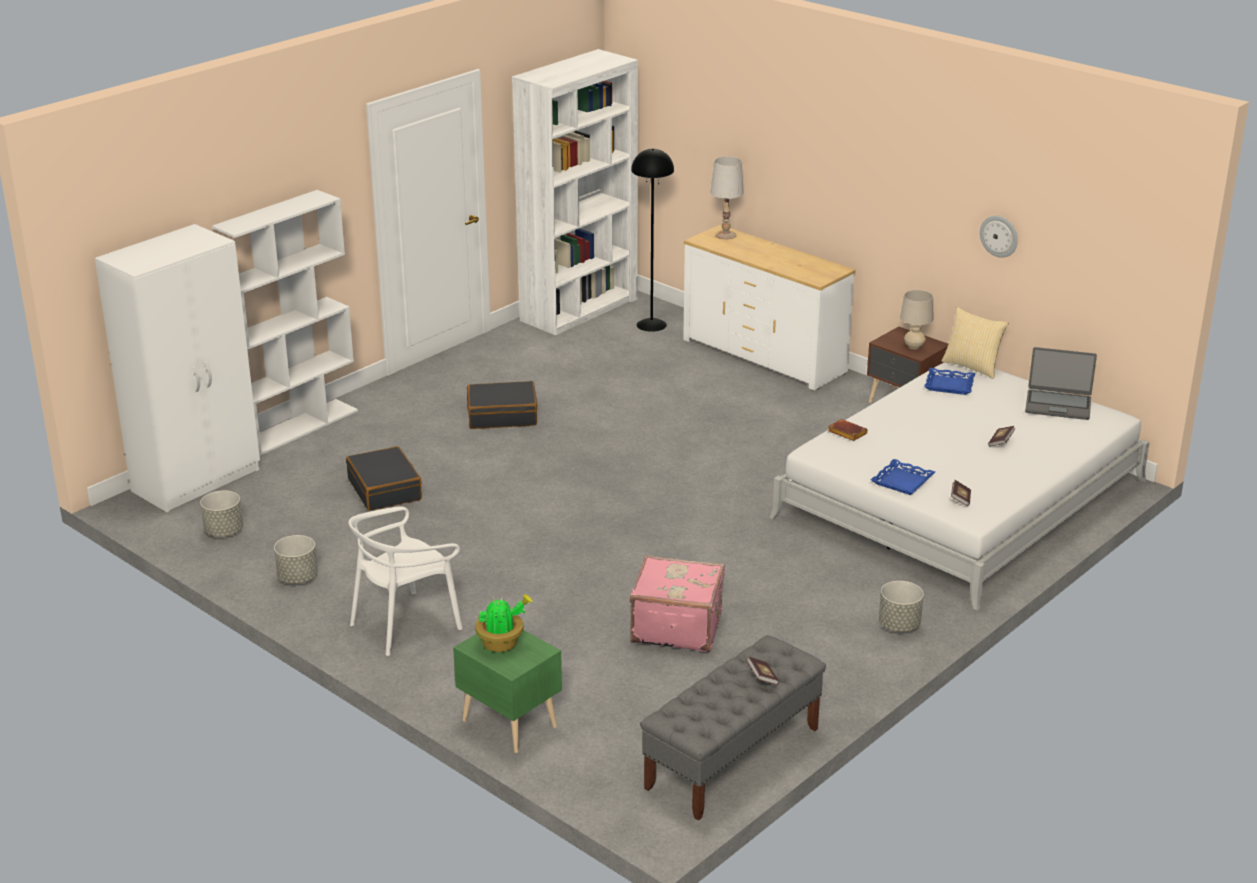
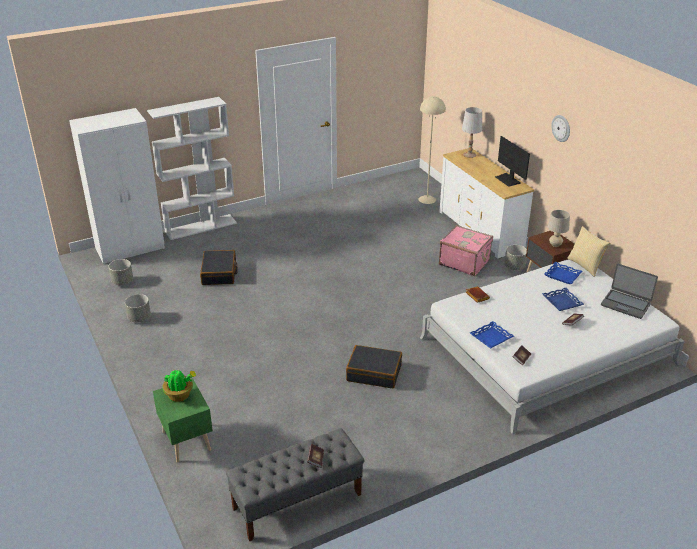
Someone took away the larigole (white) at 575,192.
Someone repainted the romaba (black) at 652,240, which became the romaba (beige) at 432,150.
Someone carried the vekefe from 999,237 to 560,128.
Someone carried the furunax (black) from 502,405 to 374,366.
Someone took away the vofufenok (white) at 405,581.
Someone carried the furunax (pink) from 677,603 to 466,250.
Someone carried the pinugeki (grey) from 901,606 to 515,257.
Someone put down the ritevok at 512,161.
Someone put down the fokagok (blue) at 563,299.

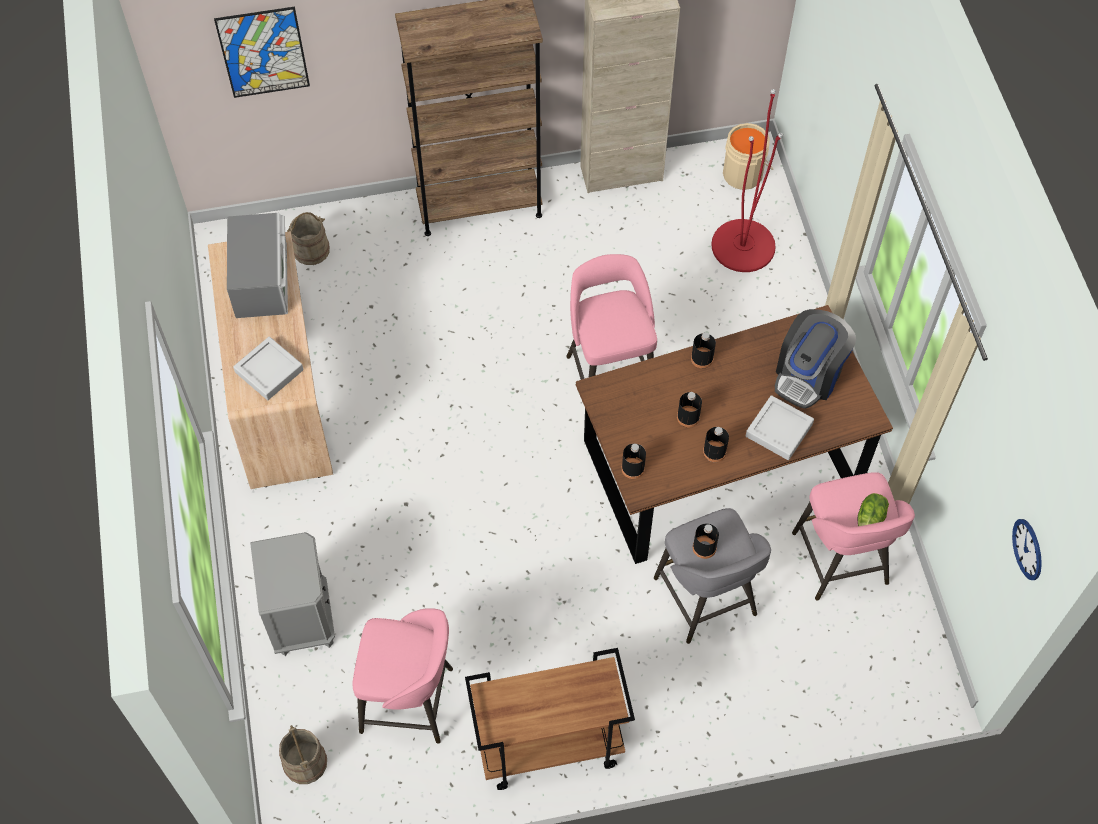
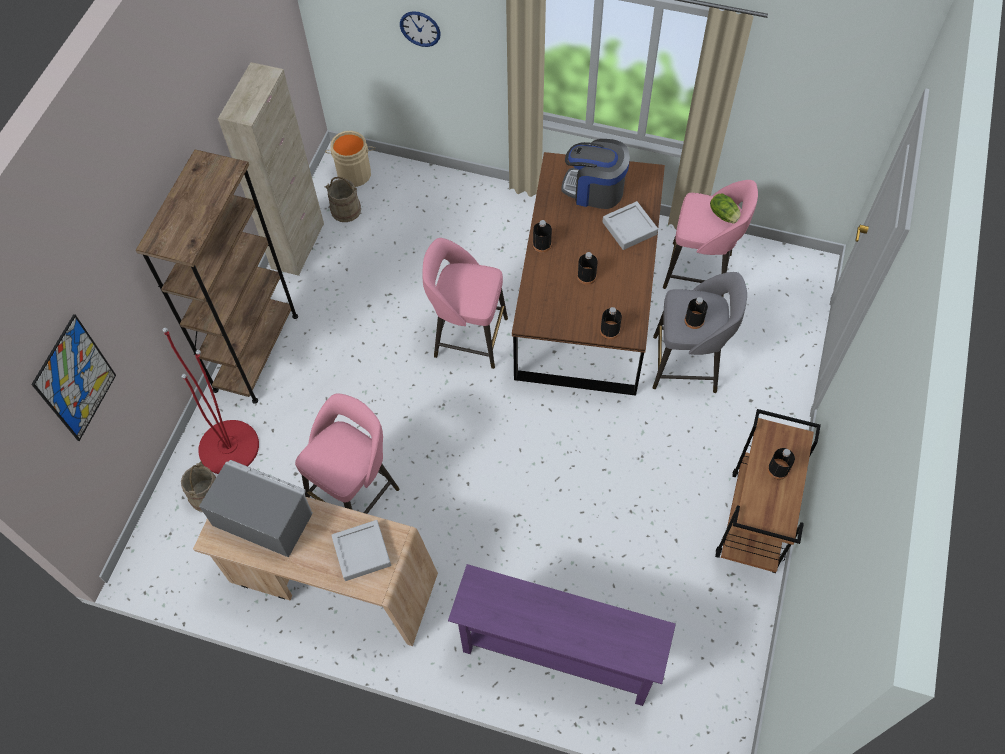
Someone carried the romaba (red) from 747,180 to 211,400.
Someone rotated the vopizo at 815,359 by 135 degrees clockwise.
Someone carried the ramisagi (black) from 716,444 to 781,464.
Someone carried the vekefe from 1027,549 to 420,29.
Someone swapped the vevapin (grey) at 292,594 for the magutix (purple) at 562,635.
Someone carried the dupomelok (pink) from 403,675 to 347,454.
Someone carried the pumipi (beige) from 303,754 to 343,199.

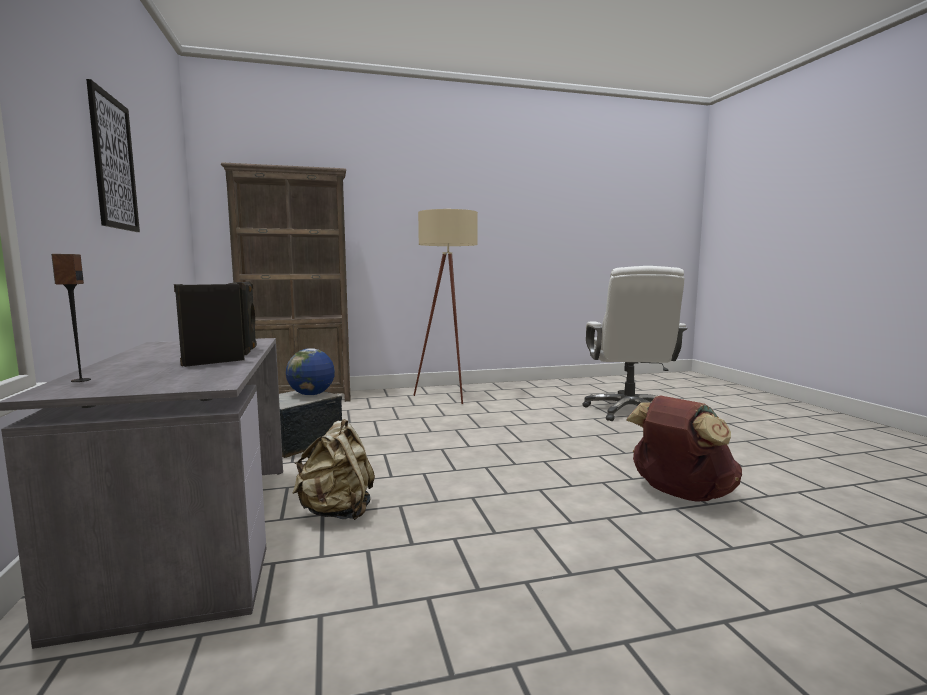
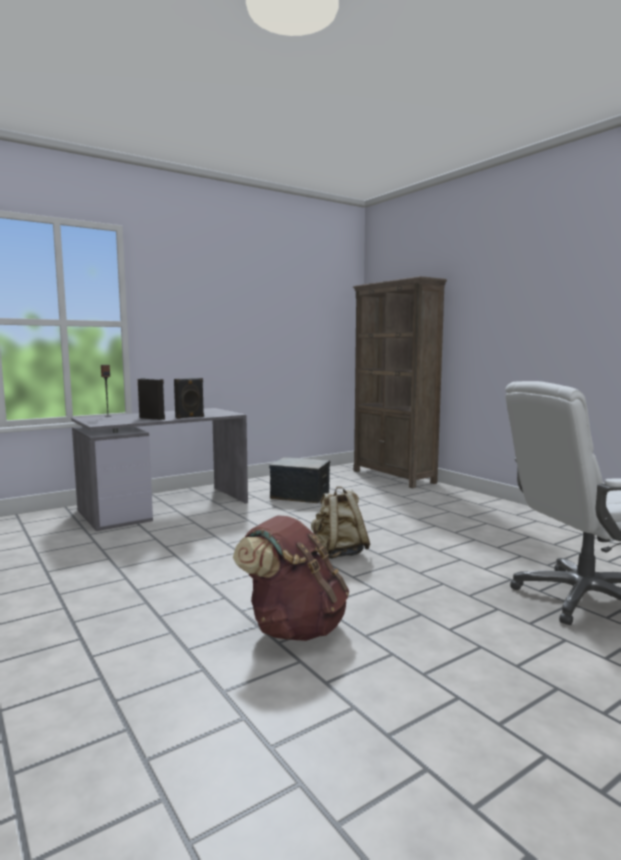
Someone took away the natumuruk at 113,155.
Someone took away the romaba (beige) at 445,306.
Someone took away the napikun at 310,372.
Someone carried the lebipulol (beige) from 333,469 to 341,522.

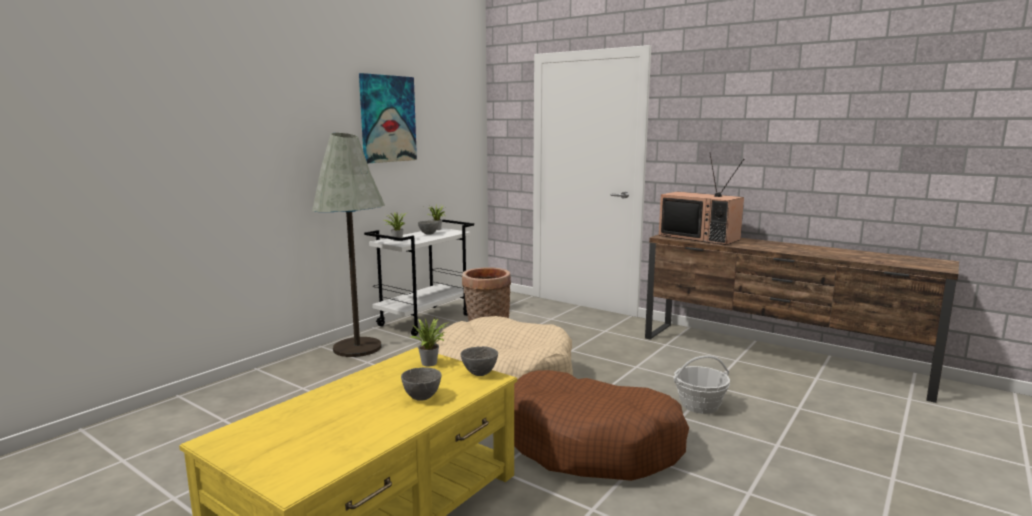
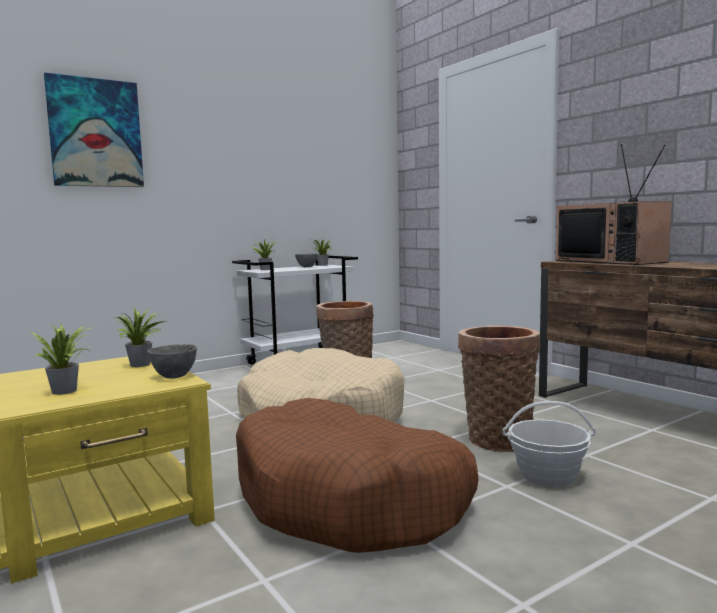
Someone carried the natumuruk from 388,118 to 94,129.
Someone took away the romaba (grey) at 348,245.
Someone swapped the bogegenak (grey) at 421,384 for the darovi at 60,359.
Someone put down the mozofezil at 499,389.

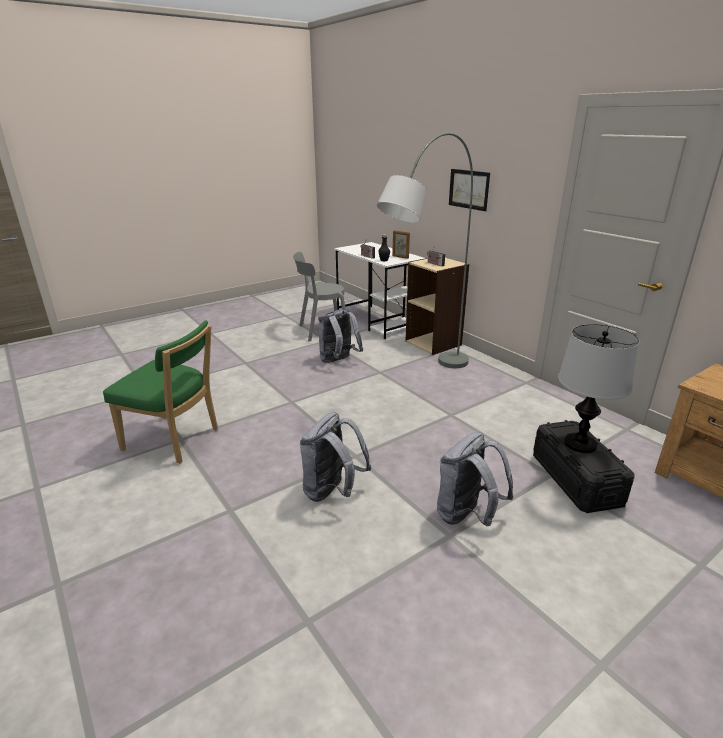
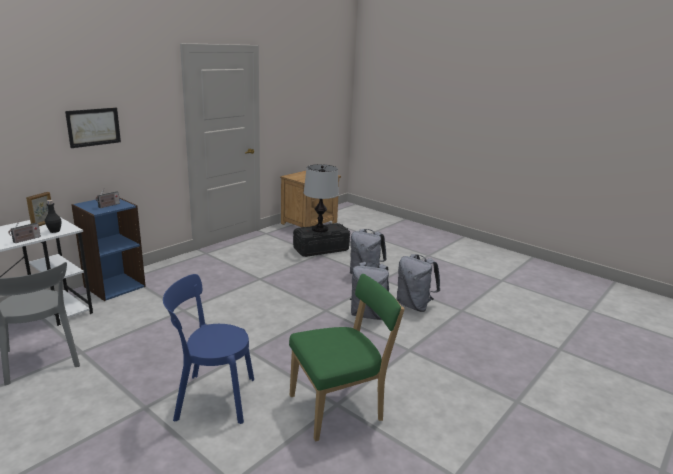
Someone took away the romaba (grey) at 425,250.
Someone repainted the larigole (beige) at 437,306, which became the larigole (blue) at 108,249.
Someone carried the lebipulol (grey) from 340,336 to 418,283.
Someone rotated the vofufenok (green) at 160,392 by 60 degrees clockwise.
Someone put down the vofufenok (blue) at 208,349.

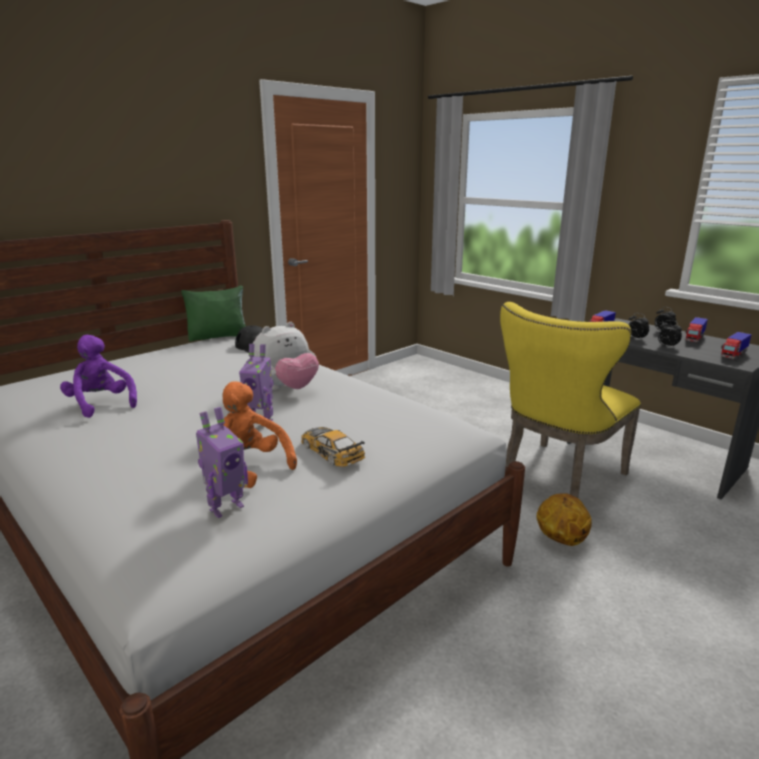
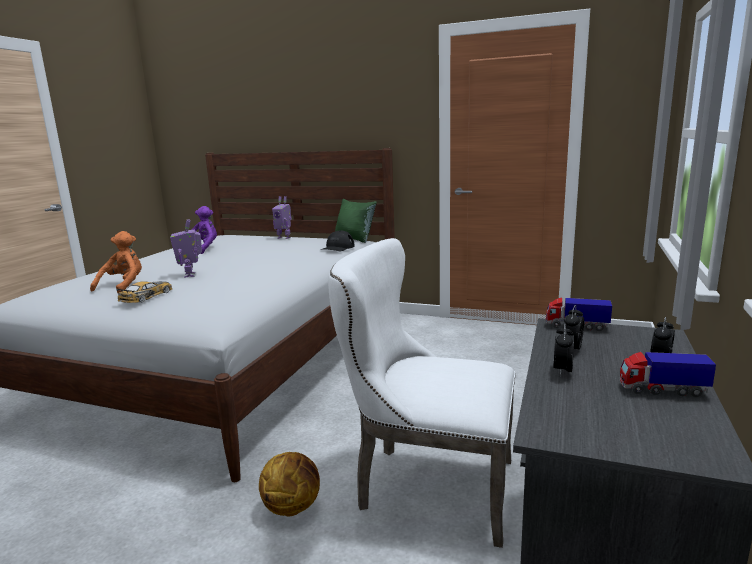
Someone repainted the vofufenok (yellow) at 570,400, which became the vofufenok (white) at 421,393.
Someone took away the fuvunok at 286,356.
Someone took away the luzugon at 736,346.
Someone carried the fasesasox from 222,462 to 282,217.

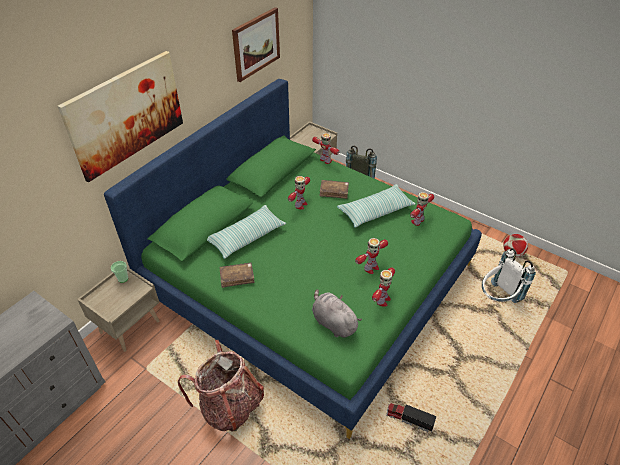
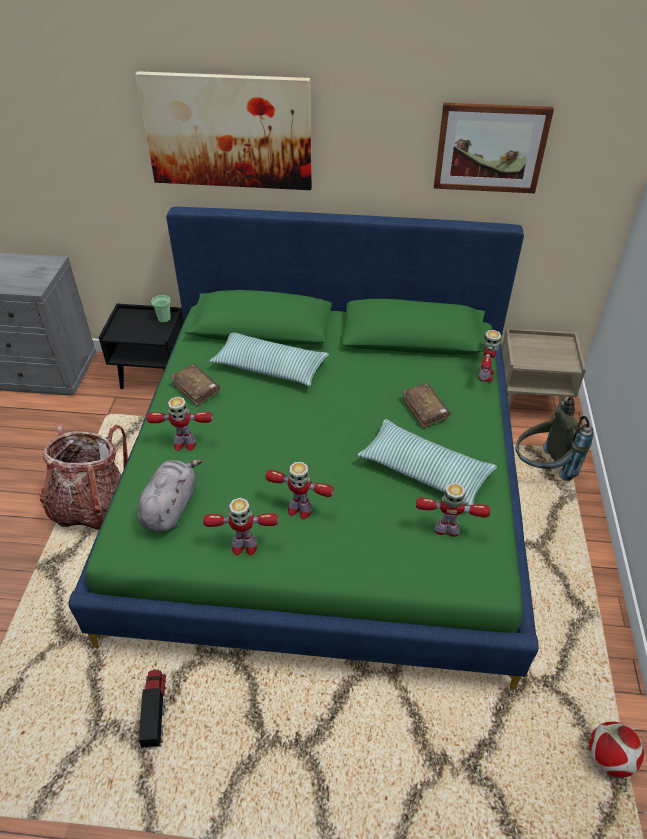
Someone carried the fasesasox from 299,192 to 179,424.
Someone took away the lebipulol (white) at 509,275.
Someone repainted the vevapin (beige) at 118,309, which became the vevapin (black) at 141,346.

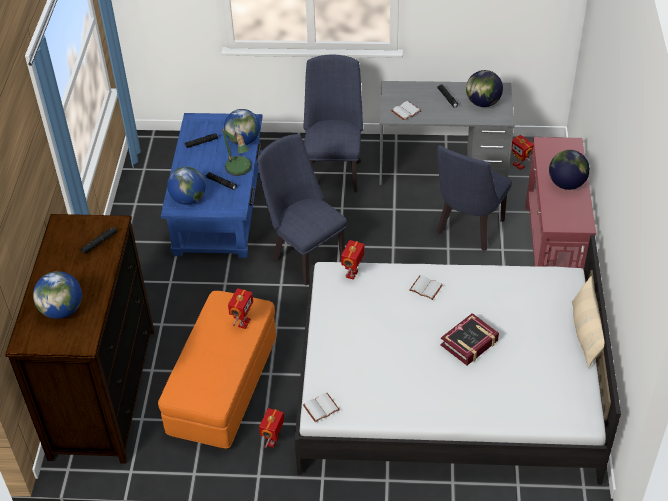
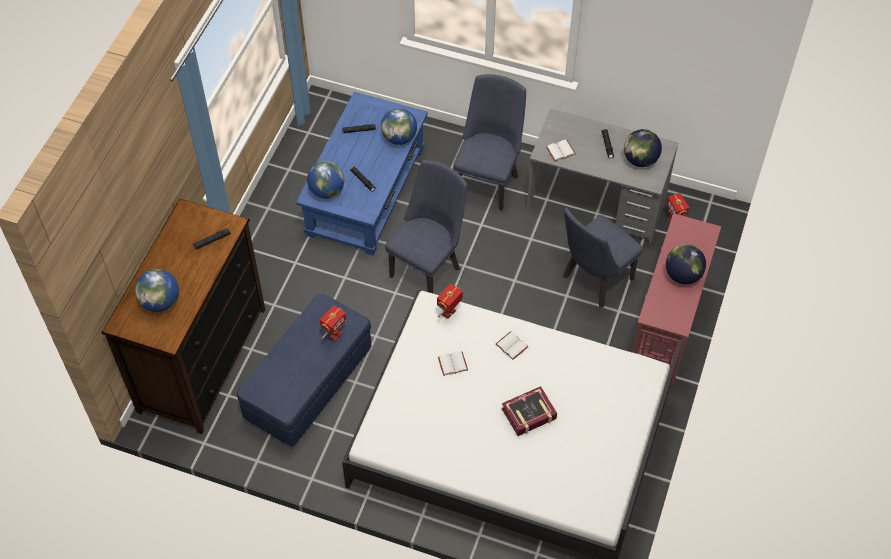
Someone took away the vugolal at 237,152.
Someone rotated the vofufenok (blue) at 302,209 by 60 degrees clockwise.
Someone took away the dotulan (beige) at 588,322.
Someone repainted the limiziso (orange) at 217,370, which became the limiziso (blue) at 304,370.
Someone carried the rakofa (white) from 321,407 to 453,364.
Someone took away the fasesasox at 271,428.

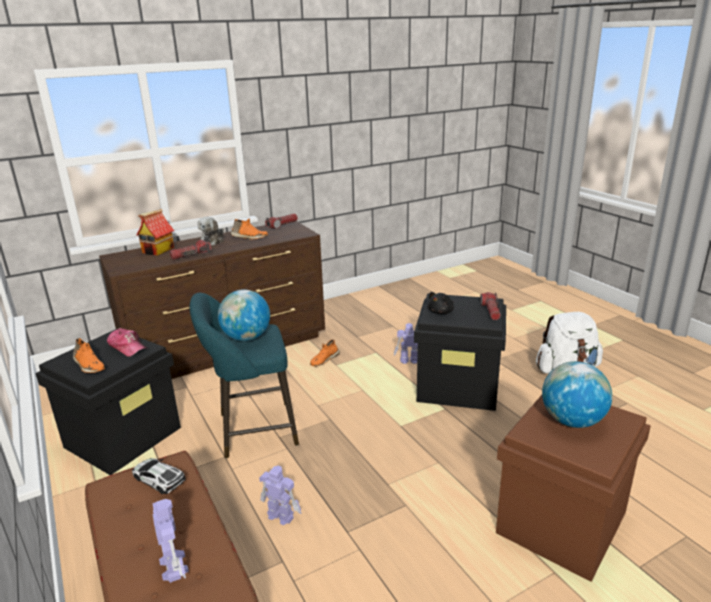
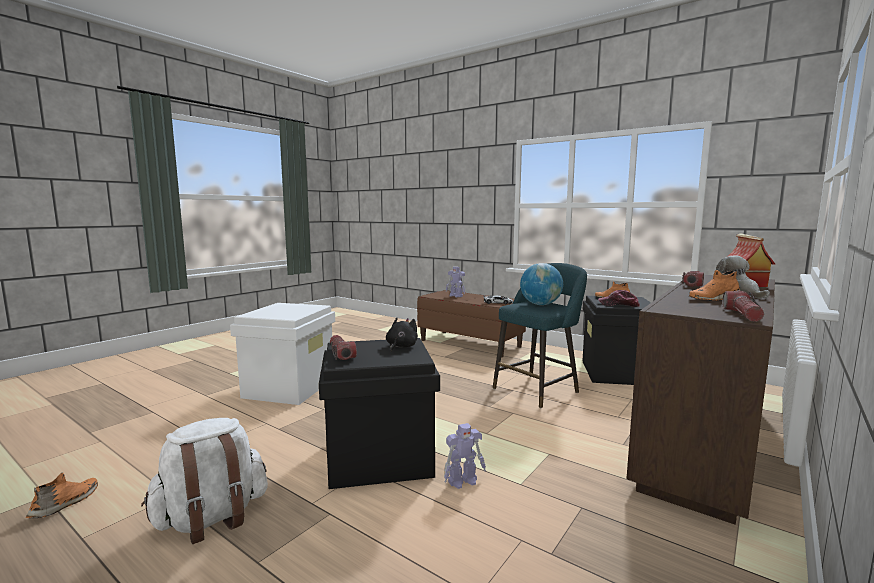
Someone carried the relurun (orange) from 325,353 to 62,495.
Someone took away the napikun at 577,394.
Someone repainted the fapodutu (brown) at 573,488, which became the fapodutu (white) at 282,354.
Someone took away the fasesasox at 280,495.

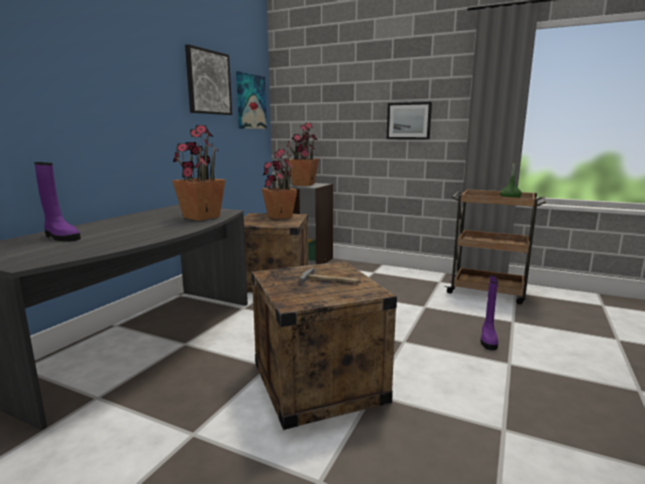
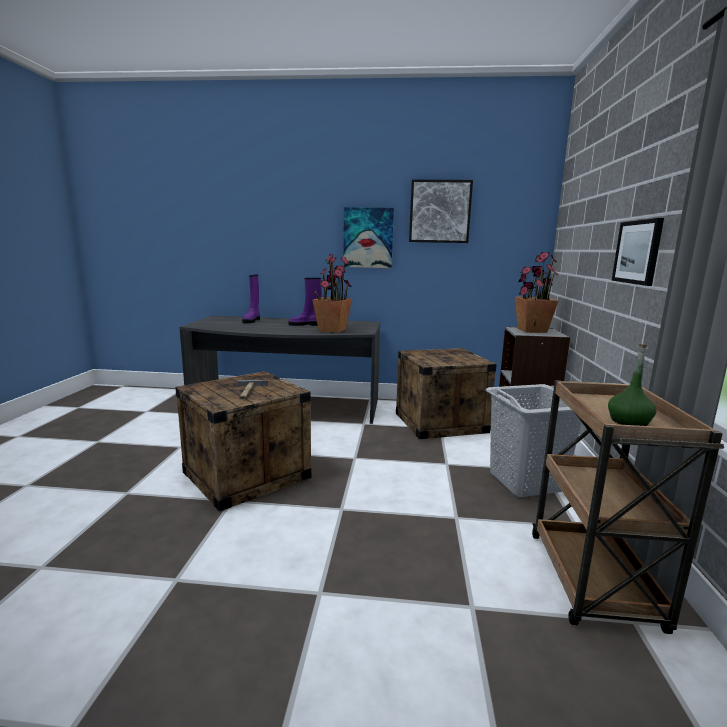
Someone carried the natumuruk from 251,100 to 368,237.
Someone took away the darovi at 279,184.
Someone carried the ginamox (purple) from 489,312 to 305,302.
Someone put down the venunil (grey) at 534,440.

